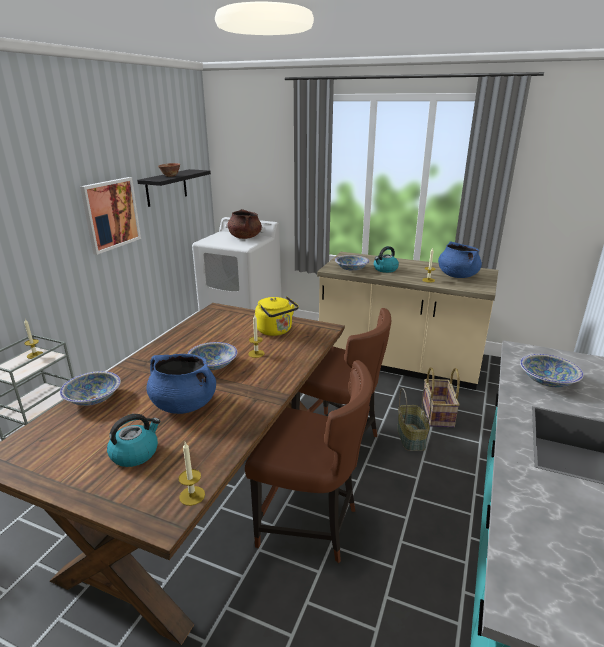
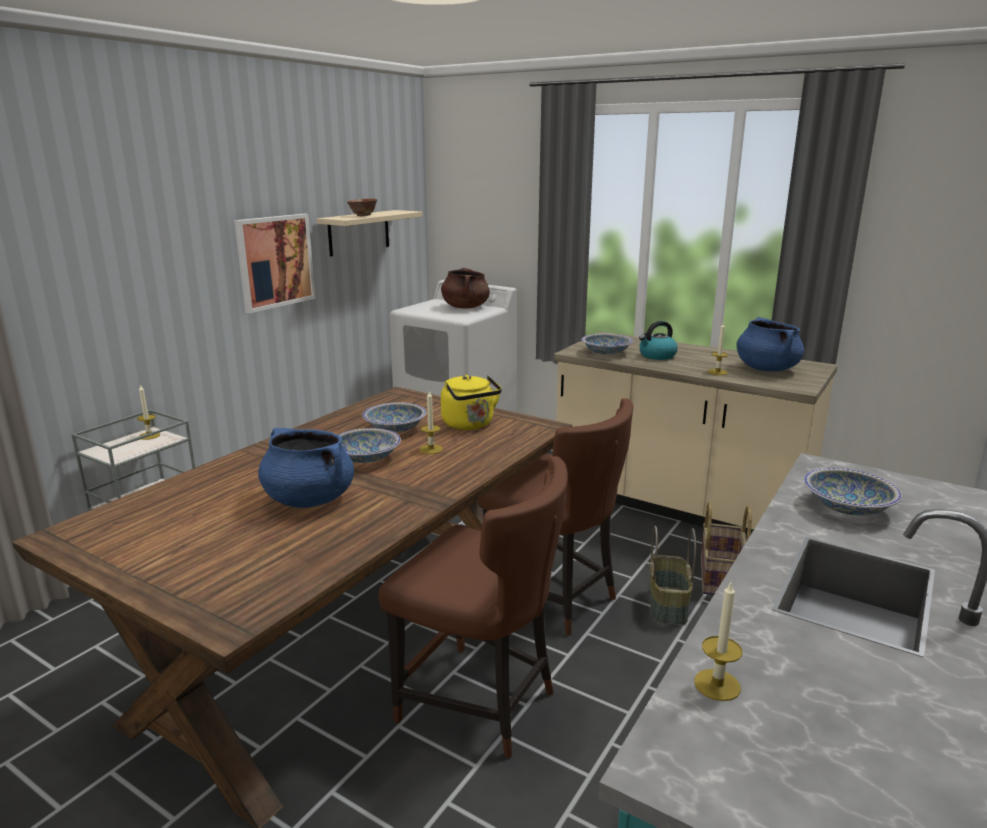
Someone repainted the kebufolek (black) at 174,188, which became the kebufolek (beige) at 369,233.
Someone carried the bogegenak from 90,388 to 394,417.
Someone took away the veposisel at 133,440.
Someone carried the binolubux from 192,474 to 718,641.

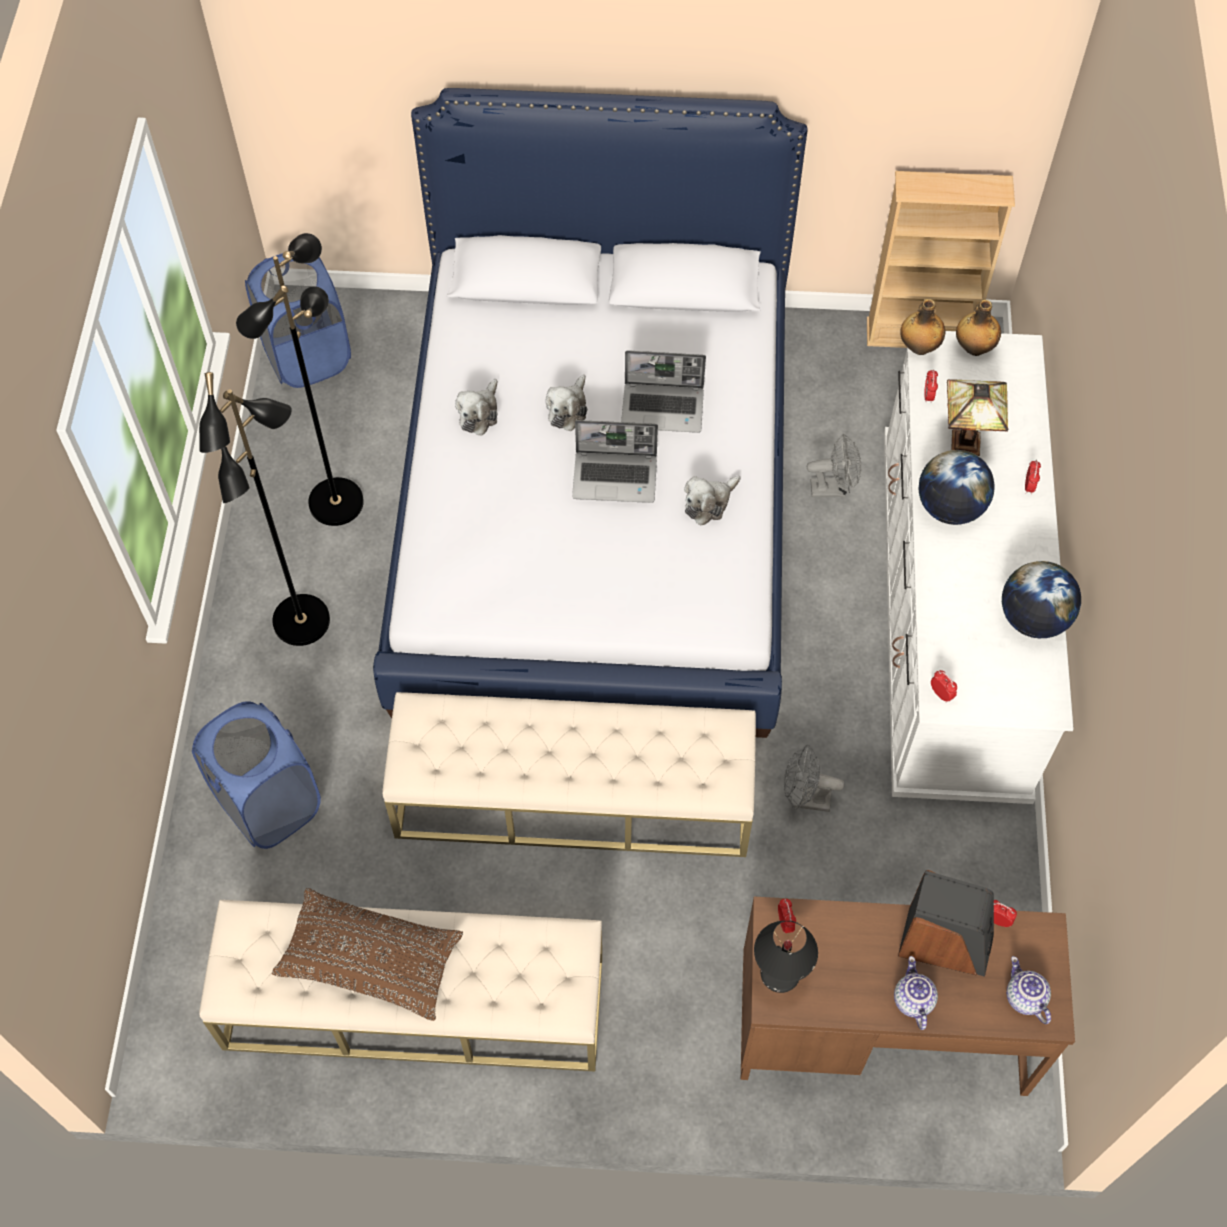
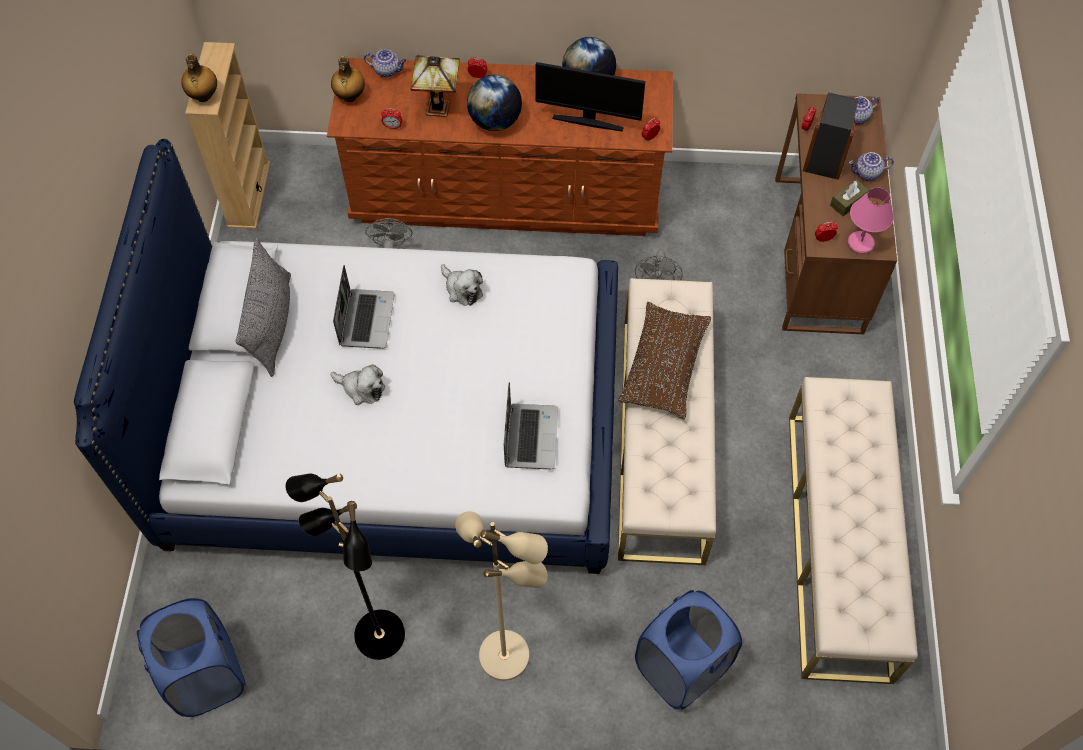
Someone carried the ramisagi from 922,327 to 199,78.
Someone repainted the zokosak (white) at 979,567, which became the zokosak (brown) at 500,147.
Someone repainted the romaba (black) at 264,509, which became the romaba (beige) at 501,596.
Someone took away the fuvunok at 476,407.
Someone carried the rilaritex from 615,461 to 531,425.
Someone carried the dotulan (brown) from 367,954 to 664,361.
Someone repainted the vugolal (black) at 786,957, which became the vugolal (pink) at 871,220.
Someone put down the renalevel at 385,63.
Someone put down the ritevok at 590,97.
Someone put down the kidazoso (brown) at 849,197.
Someone put down the dotulan (grey) at 263,307.

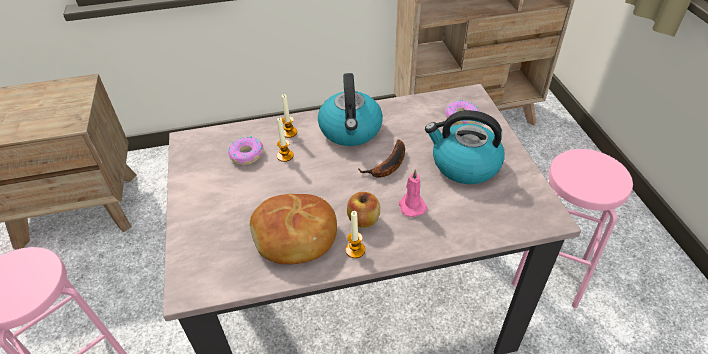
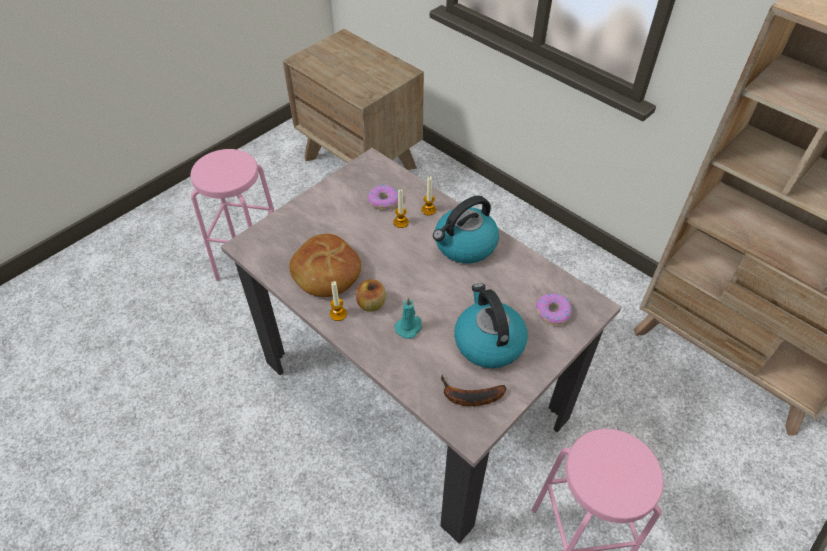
Someone carried the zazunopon from 381,159 to 474,390.
Someone repainted the binolubux (pink) at 413,193, which became the binolubux (turquoise) at 408,318.

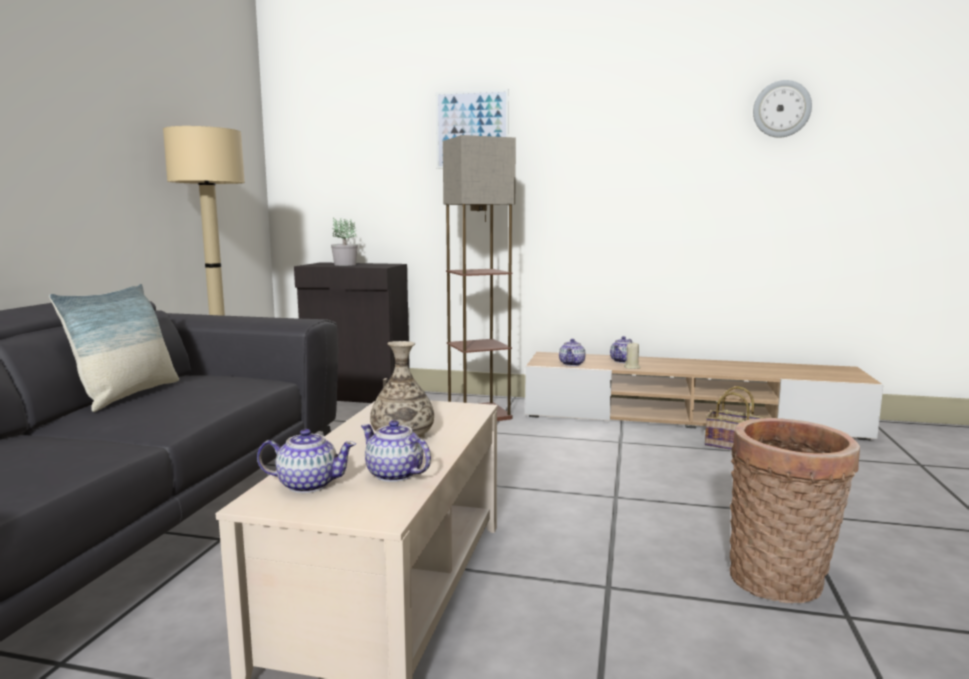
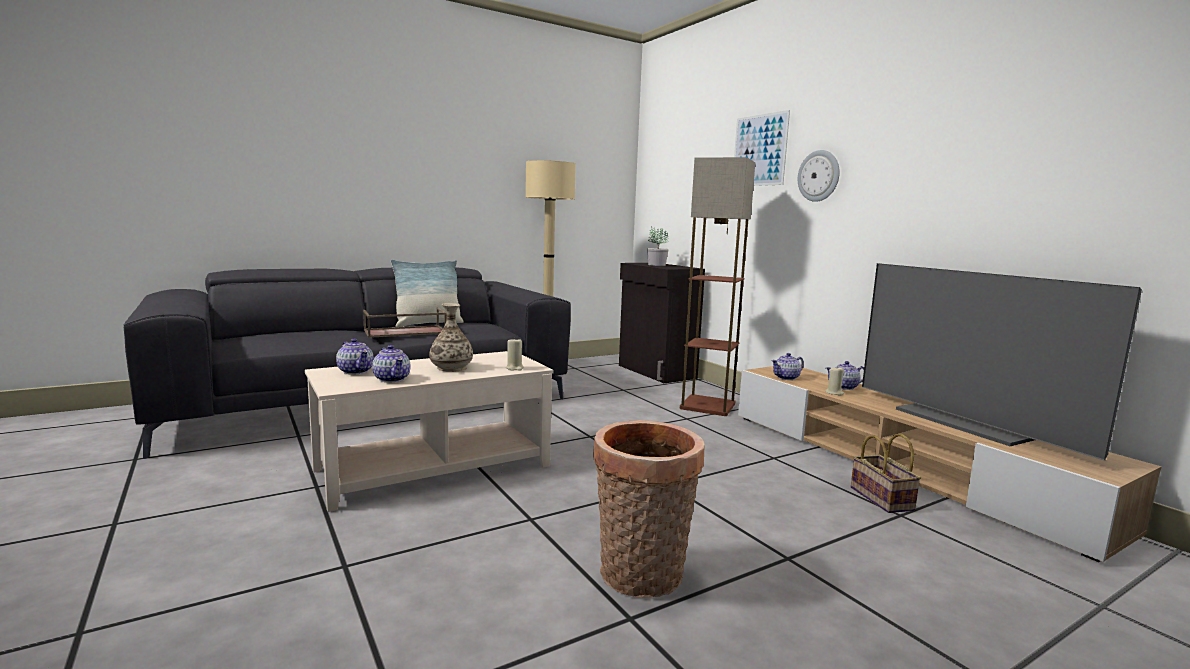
Someone carried the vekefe from 782,109 to 819,176.
Someone rotated the renalevel at 396,451 by 150 degrees clockwise.
Someone put down the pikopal at 1002,361.
Someone put down the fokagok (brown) at 405,322.
Someone put down the binolubux (beige) at 515,354.

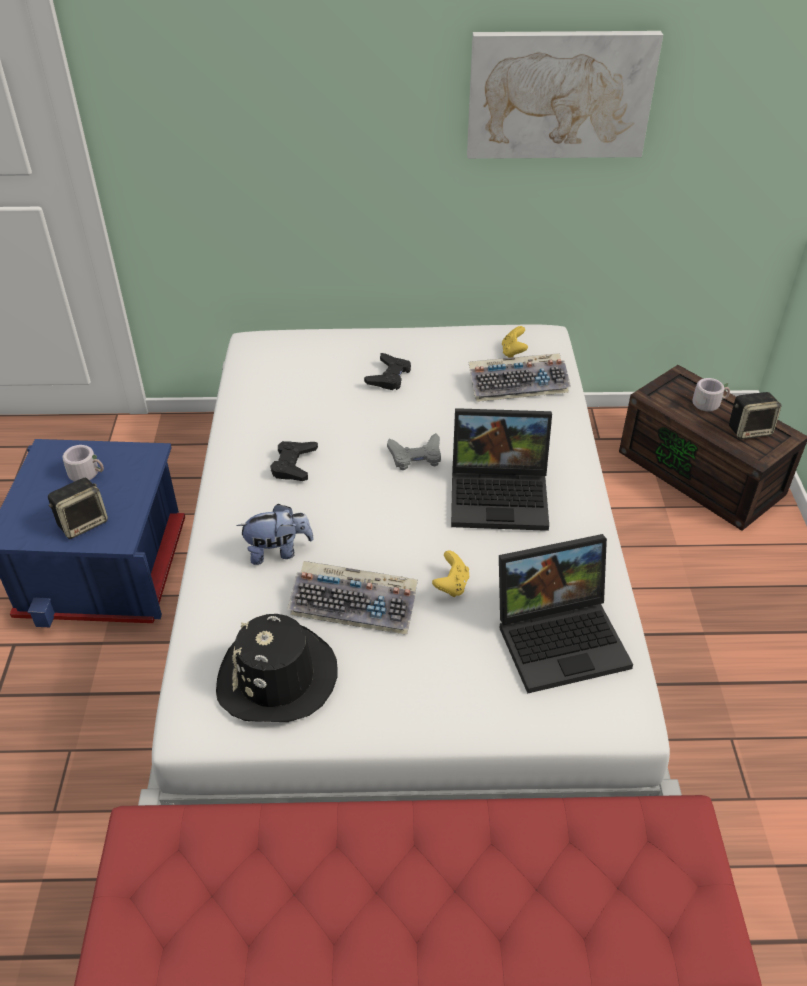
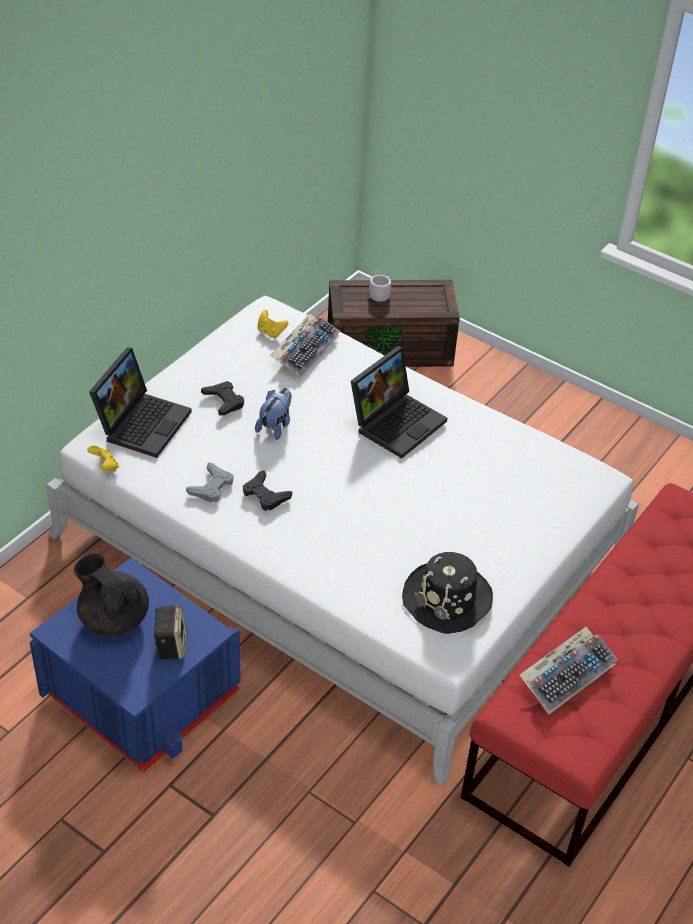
Someone took away the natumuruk at 565,95.
Someone took away the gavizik at 755,415.
Someone carried the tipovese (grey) from 414,451 to 209,482.
Someone swapped the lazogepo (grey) at 83,463 for the renalevel (black) at 111,594.
Someone carried the fuvunok from 275,534 to 273,414.
Someone carried the rilaritex from 566,613 to 140,403.
Someone carried the tipovese (yellow) from 450,574 to 103,458.
Someone carried the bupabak from 353,598 to 568,671.

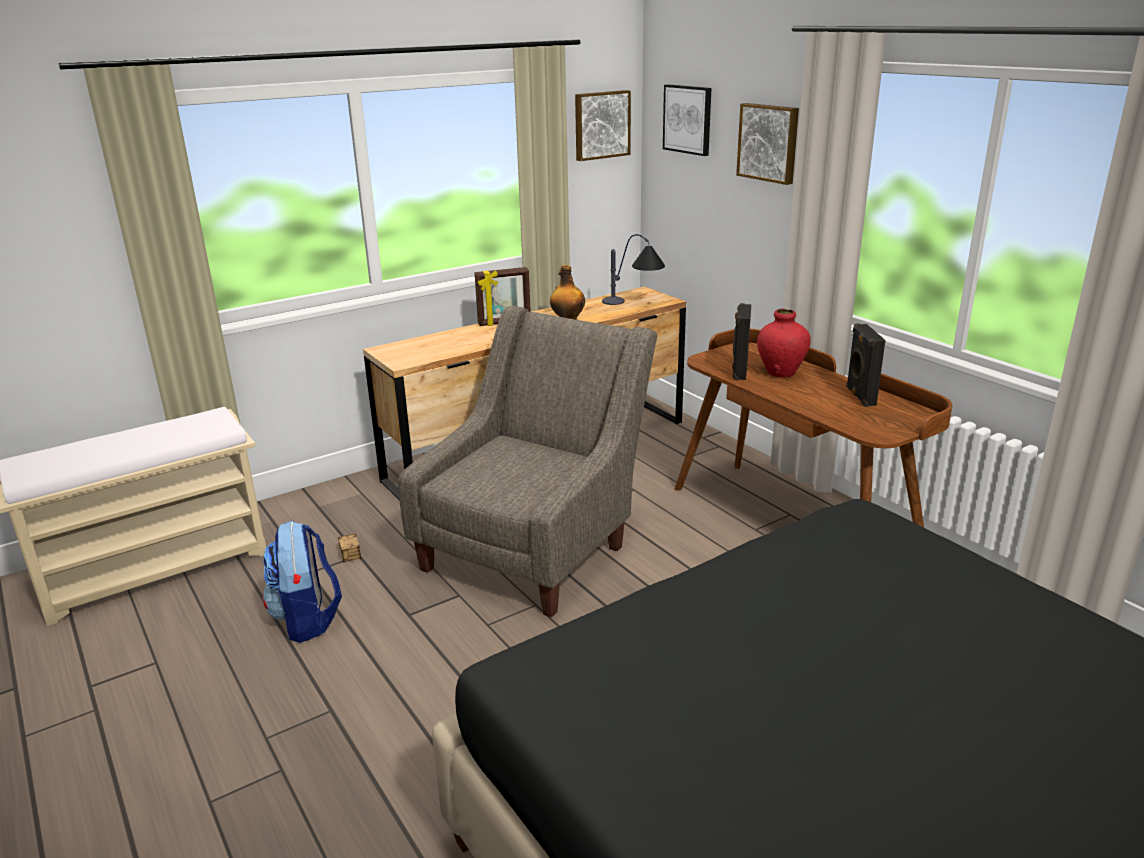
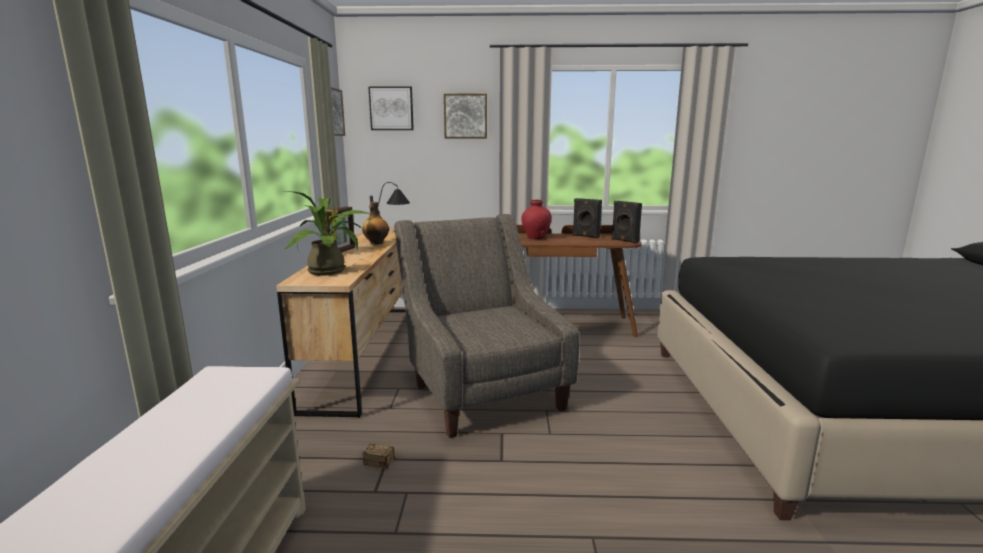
Someone carried the gavizik (black) from 741,341 to 626,222.
Someone took away the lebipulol at 302,581.
Someone put down the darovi at 328,233.

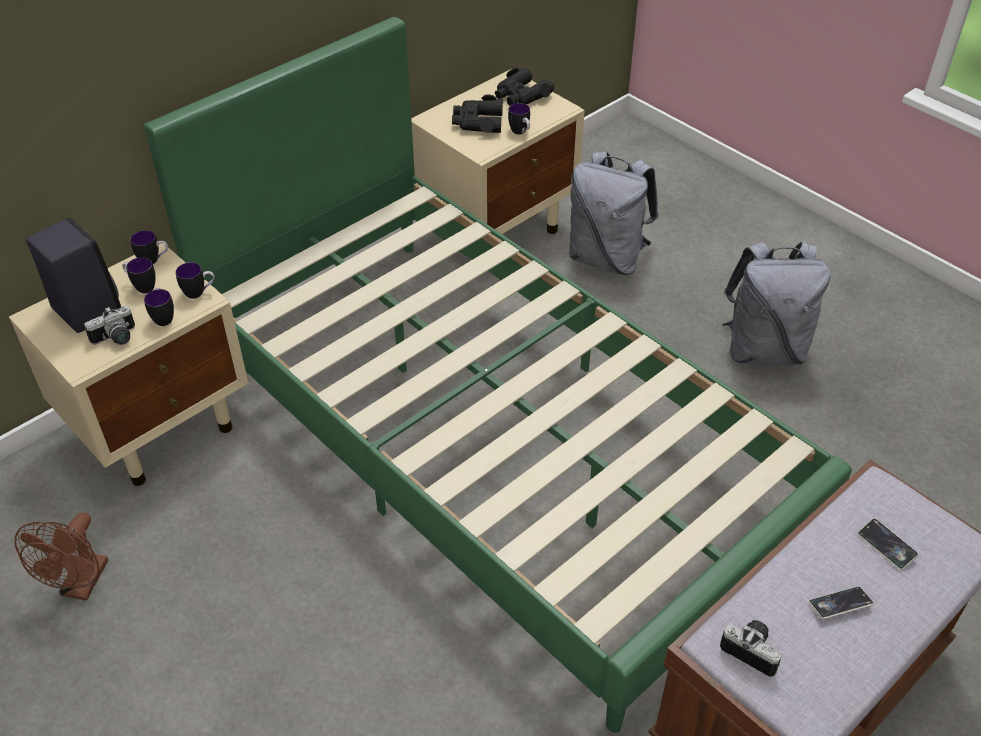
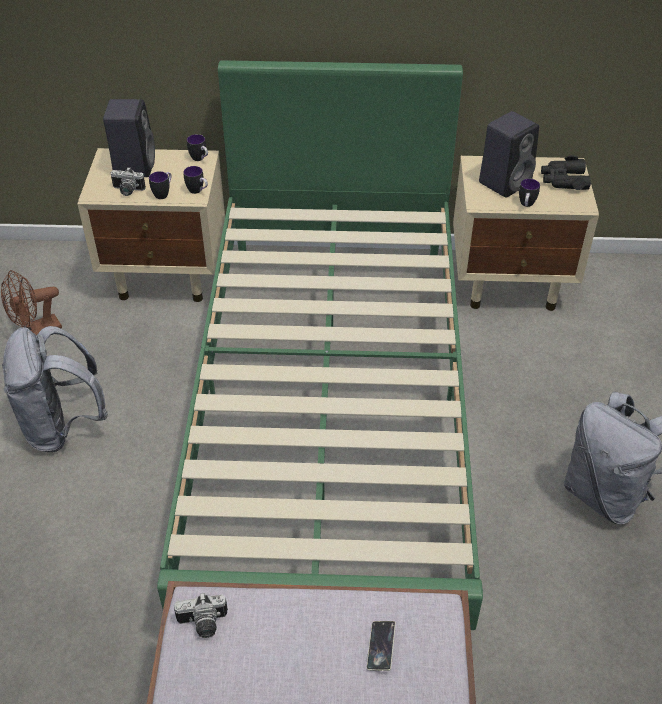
Someone swapped the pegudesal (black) at 477,113 for the gavizik (black) at 509,154.
Someone carried the lebipulol (grey) from 613,213 to 55,389.
Someone took away the lazogepo at 139,275.
Someone took away the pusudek at 841,603.
Someone rotated the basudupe at 751,648 by 90 degrees clockwise.

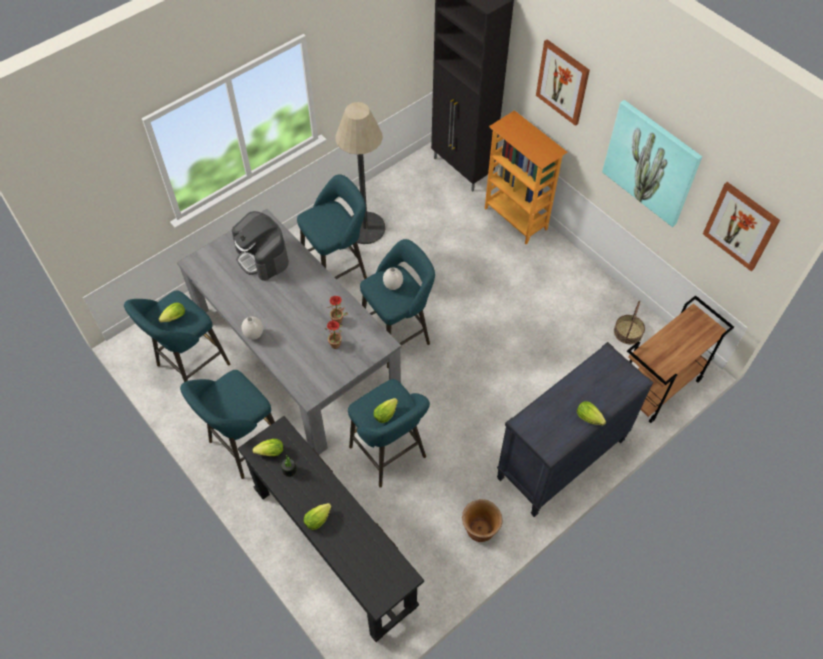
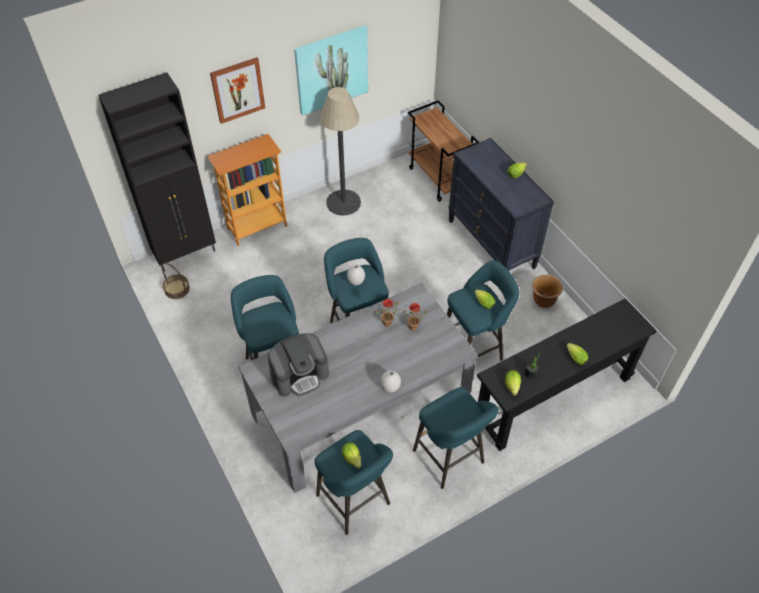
Someone carried the romaba from 360,173 to 340,151.
Someone took away the natumuruk at 741,226.
Someone carried the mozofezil from 629,322 to 175,280.

